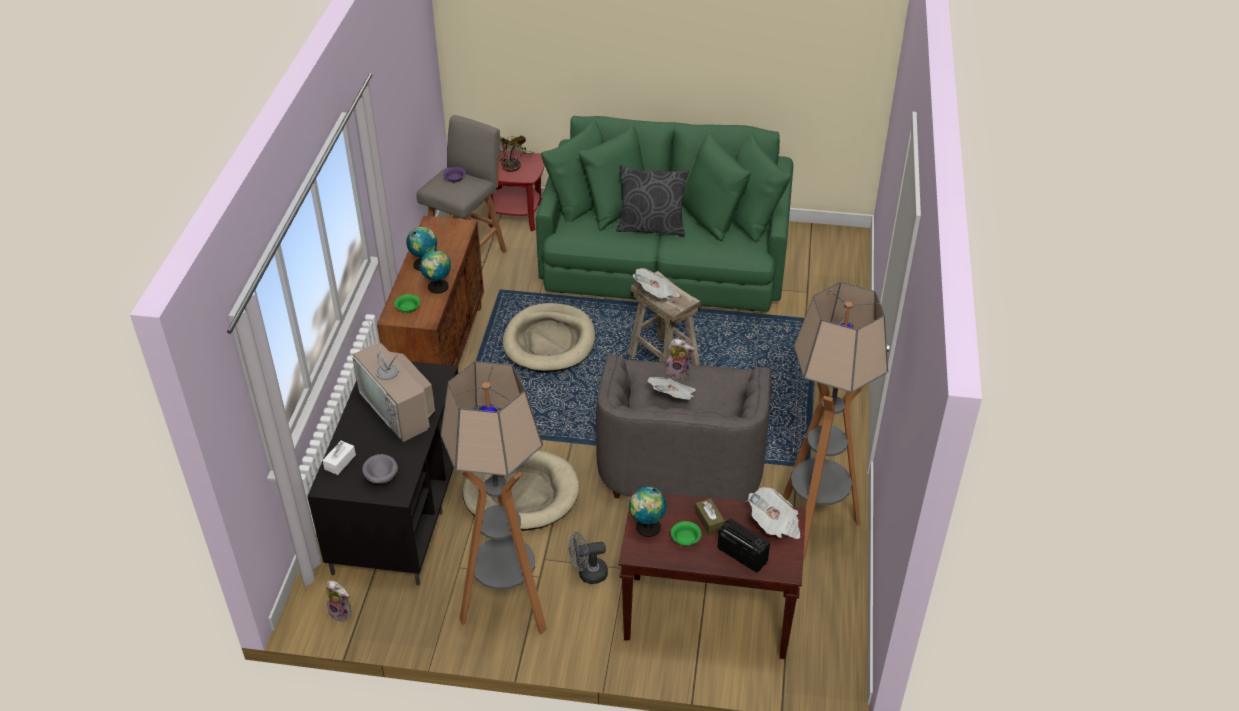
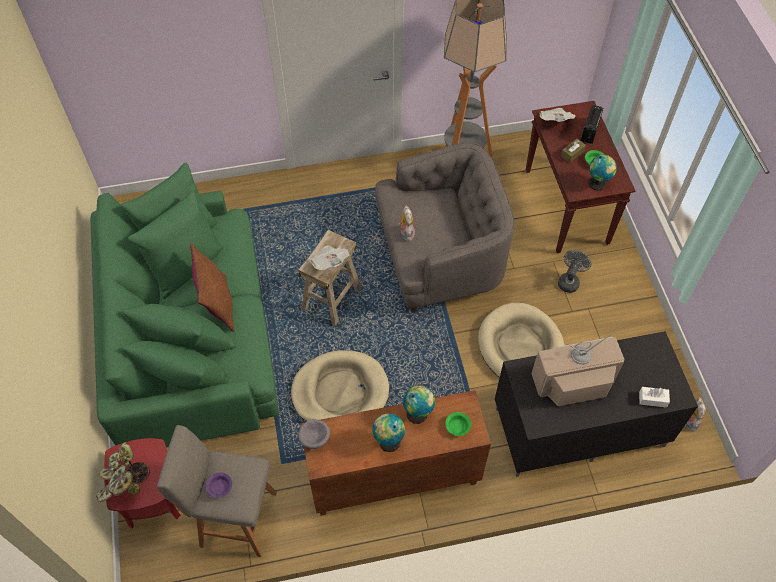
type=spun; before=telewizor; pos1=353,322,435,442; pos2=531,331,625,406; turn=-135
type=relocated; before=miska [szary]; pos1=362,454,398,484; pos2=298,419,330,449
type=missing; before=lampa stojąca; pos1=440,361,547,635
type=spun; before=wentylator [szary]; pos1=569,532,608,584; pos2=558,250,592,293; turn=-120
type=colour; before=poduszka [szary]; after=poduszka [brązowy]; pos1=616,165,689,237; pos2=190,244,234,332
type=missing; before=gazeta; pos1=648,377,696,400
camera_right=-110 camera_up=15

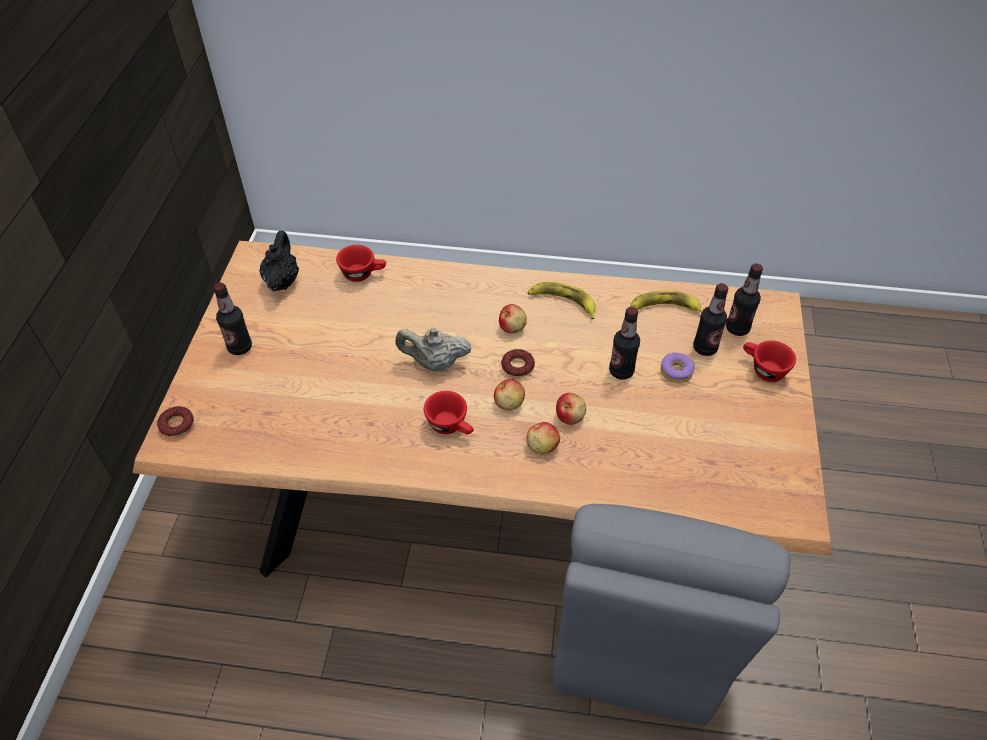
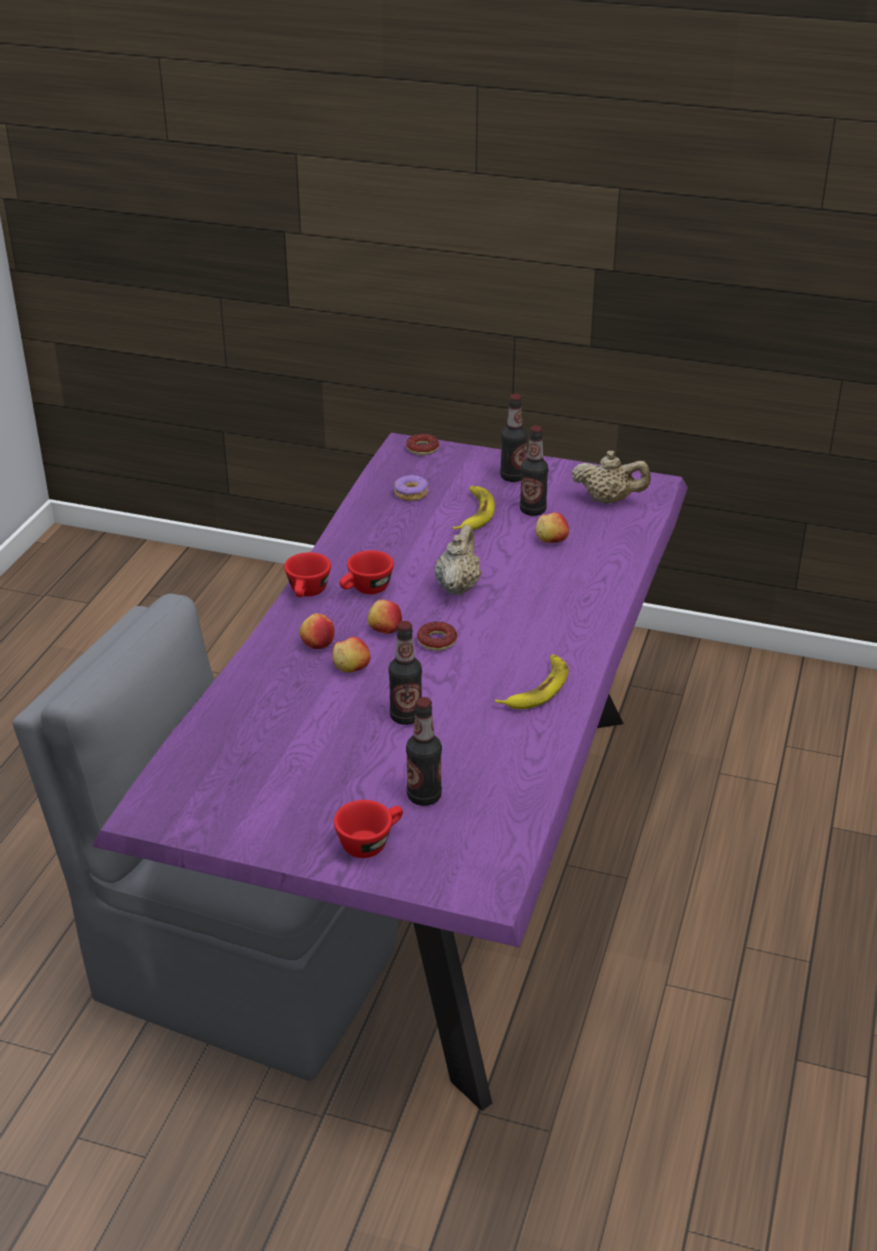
type=colour; before=stół jadalny [brązowy]; after=stół jadalny [fioletowy]; pos1=132,241,832,577; pos2=92,433,688,1111
type=colour; before=imbryk [czarny]; after=imbryk [beżowy]; pos1=259,231,299,292; pos2=572,451,651,503
type=relocated; before=filiżanka [czerwony]; pos1=336,245,386,282; pos2=284,552,331,597
type=relocated; before=jabłko; pos1=499,304,527,333; pos2=536,512,569,543
type=relocated; before=banan; pos1=630,290,703,313; pos2=453,486,495,530
type=relocated; before=donut; pos1=661,353,695,383; pos2=394,475,428,501
type=relocated; before=butelka; pos1=726,264,763,336; pos2=520,425,548,516
camera_right=100 camera_up=-15

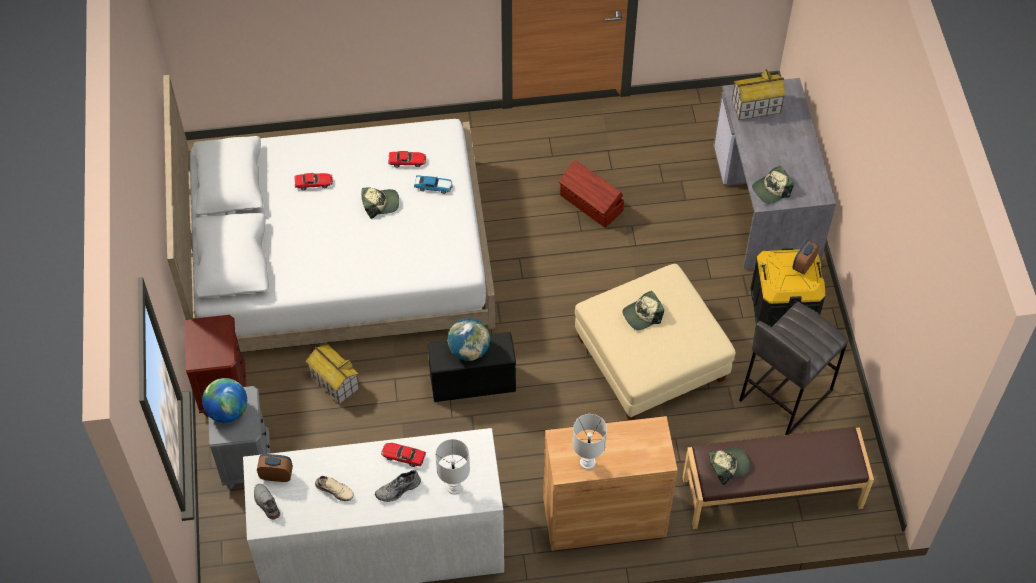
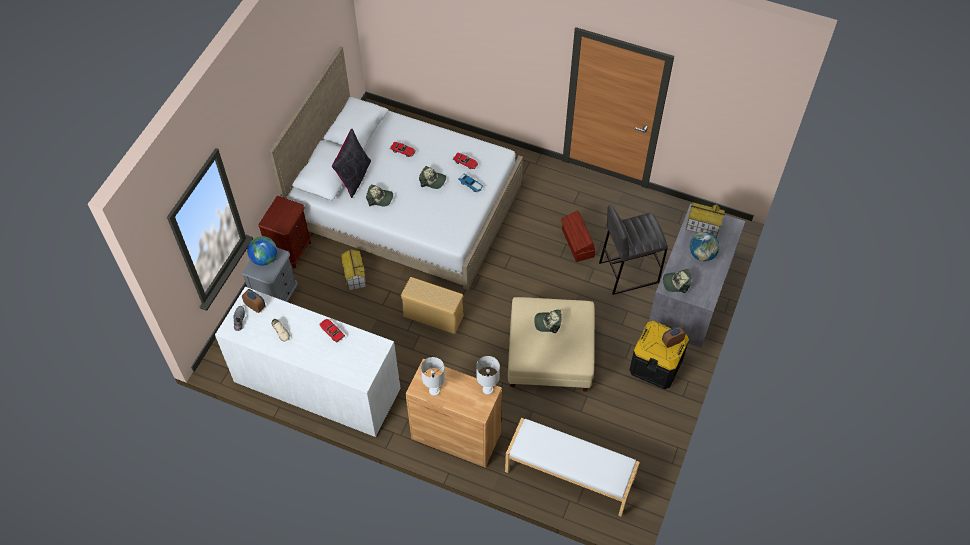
type=missing; before=but [szary]; pos1=375,470,421,502
type=colour; before=pojemnik do przechowywania [czarny]; after=pojemnik do przechowywania [beżowy]; pos1=427,332,516,402; pos2=401,277,464,334
type=relocated; before=lampa stołowa [biały]; pos1=435,439,470,495; pos2=476,356,500,395
type=relocated; before=globus; pos1=448,318,490,361; pos2=690,232,720,261
type=colour; before=ławka [brązowy]; after=ławka [biały]; pos1=682,427,874,529; pos2=505,418,640,517
type=relocated; before=czapka z daszkiem; pos1=708,447,750,485; pos2=366,185,393,206
type=relocated; before=stołek [szary]; pos1=739,302,849,435; pos2=599,205,668,295
type=appeared; after=poduszka [czarny]; pos2=332,129,371,198
camera_right=30 camera_up=0

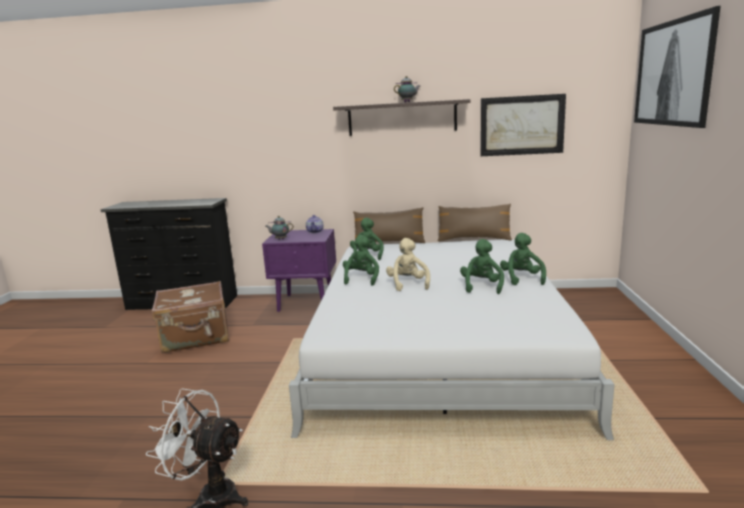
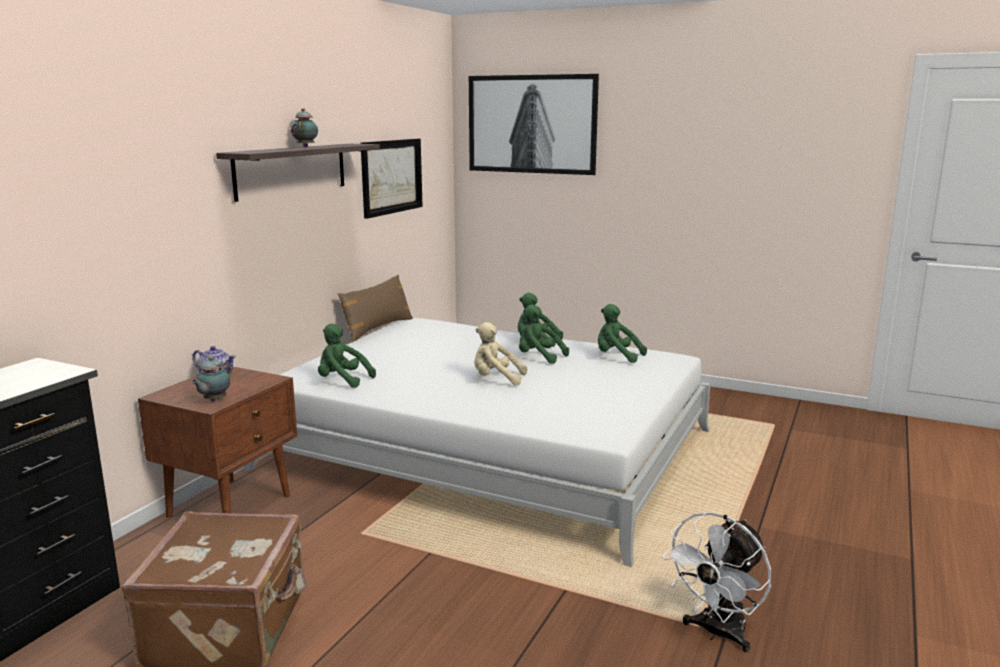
type=colour; before=szafka nocna [fioletowy]; after=szafka nocna [brązowy]; pos1=262,229,336,312; pos2=138,367,297,518
type=relocated; before=pluszak [zielony]; pos1=343,235,379,286; pos2=598,304,647,363
type=missing; before=poduszka [brązowy]; pos1=353,207,426,243
camera_right=-70 camera_up=0

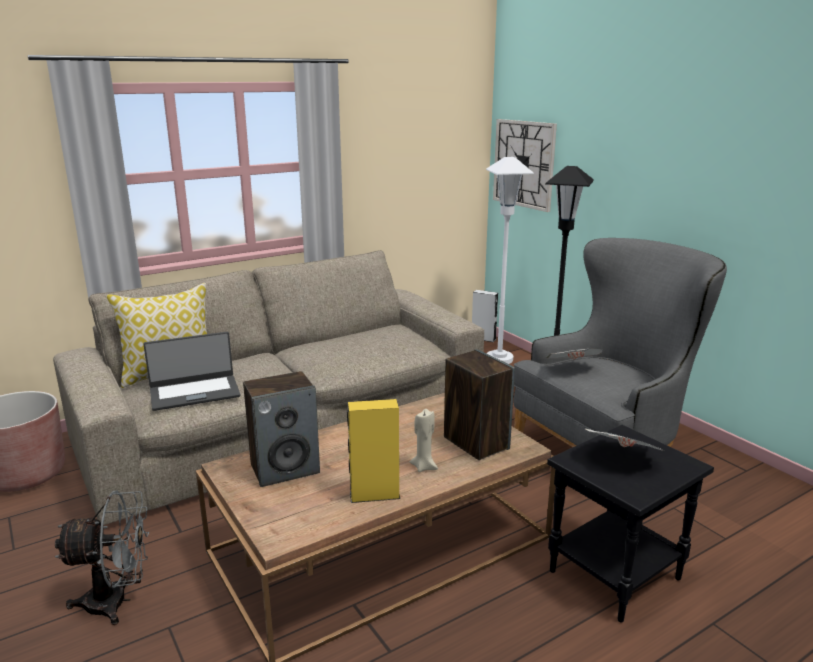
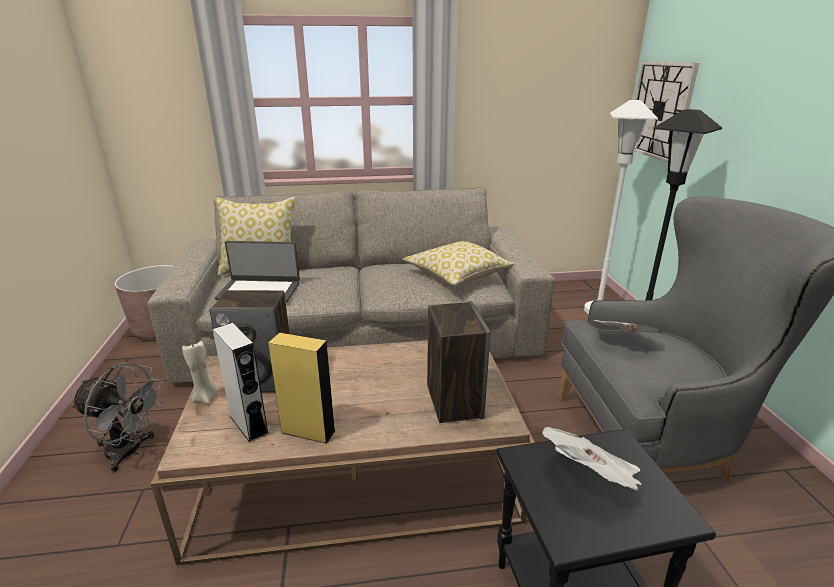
type=relocated; before=świeca [beżowy]; pos1=410,409,438,472; pos2=182,341,217,404
type=relocated; before=głośnik [szary]; pos1=472,290,498,342; pos2=213,323,269,443
type=appeared; after=poduszka; pos2=403,241,515,286
camera_right=25 camera_up=5

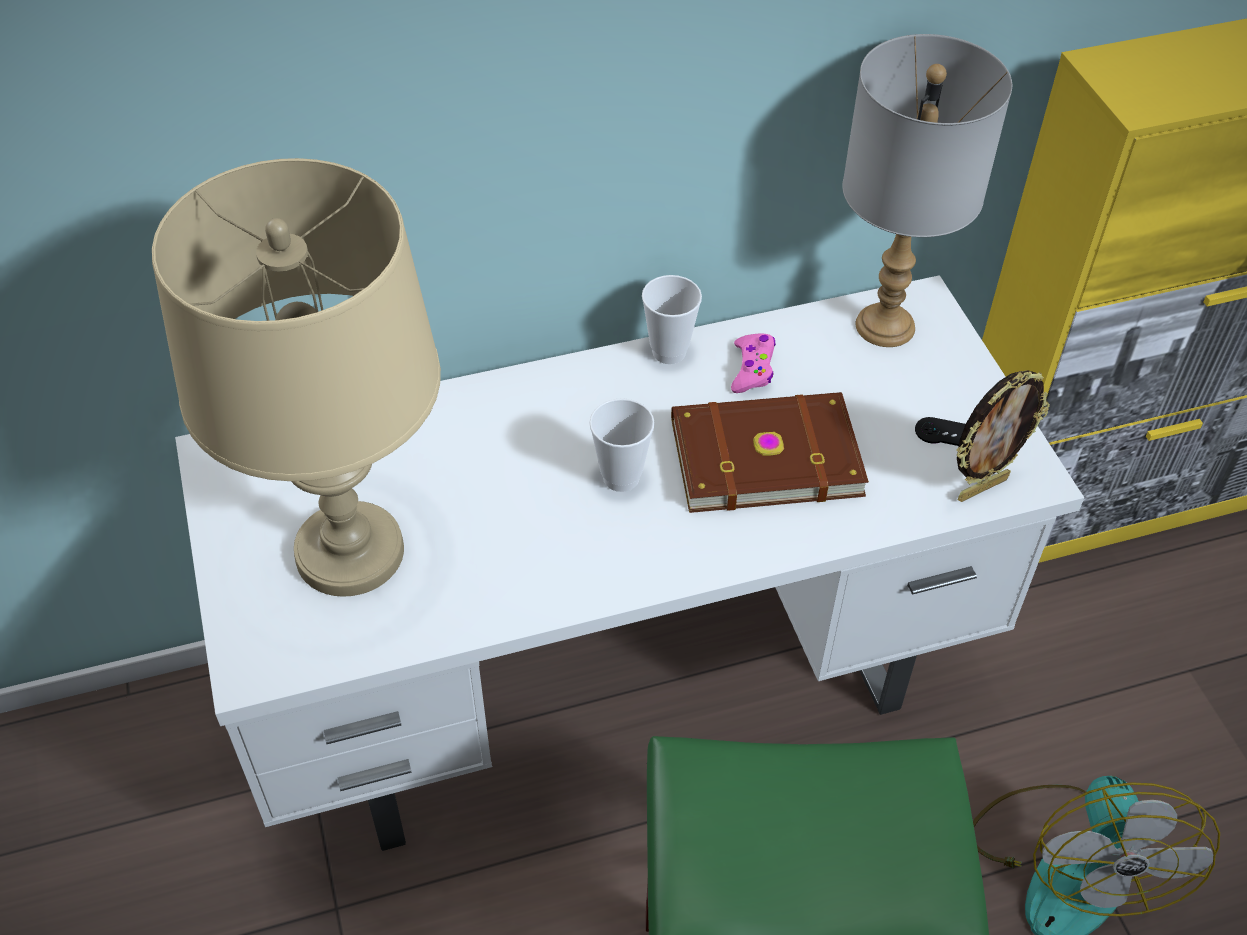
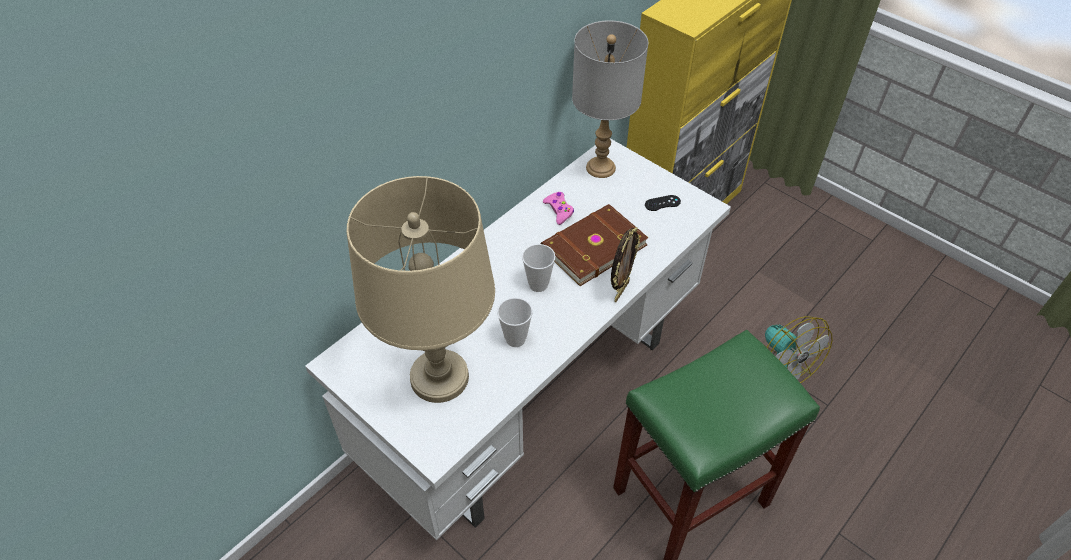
type=relocated; before=filiżanka; pos1=642,275,702,364; pos2=497,298,533,347
type=relocated; before=ramka na zdjęcie; pos1=956,370,1050,502; pos2=611,227,640,302
camera_right=-30 camera_up=0

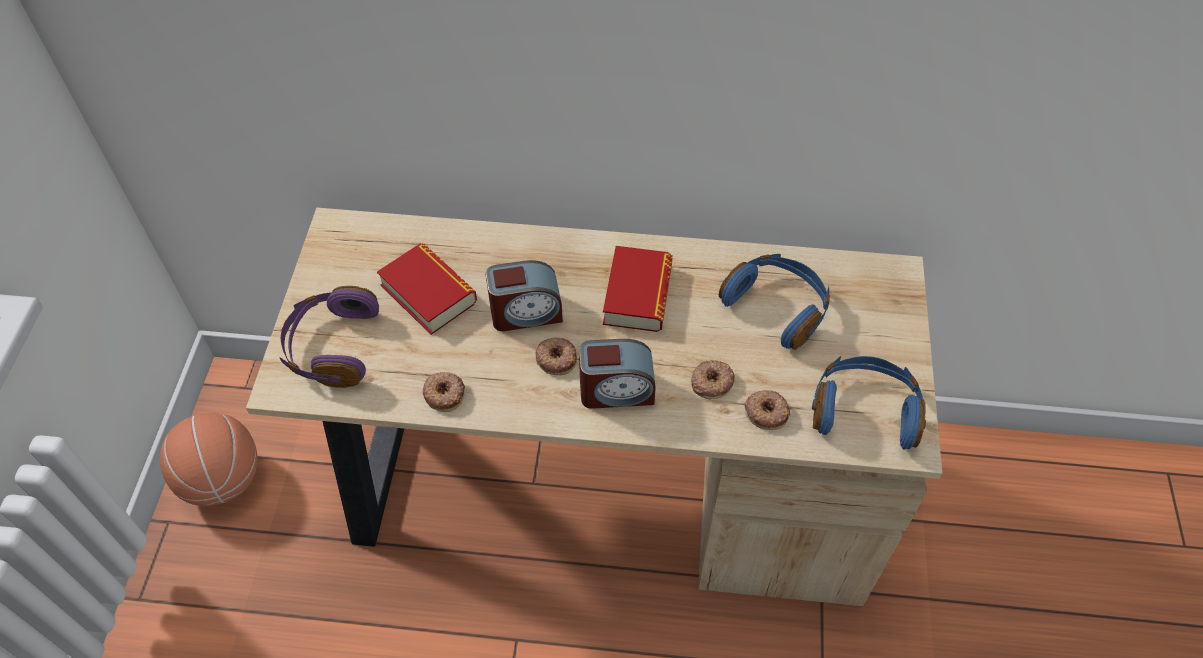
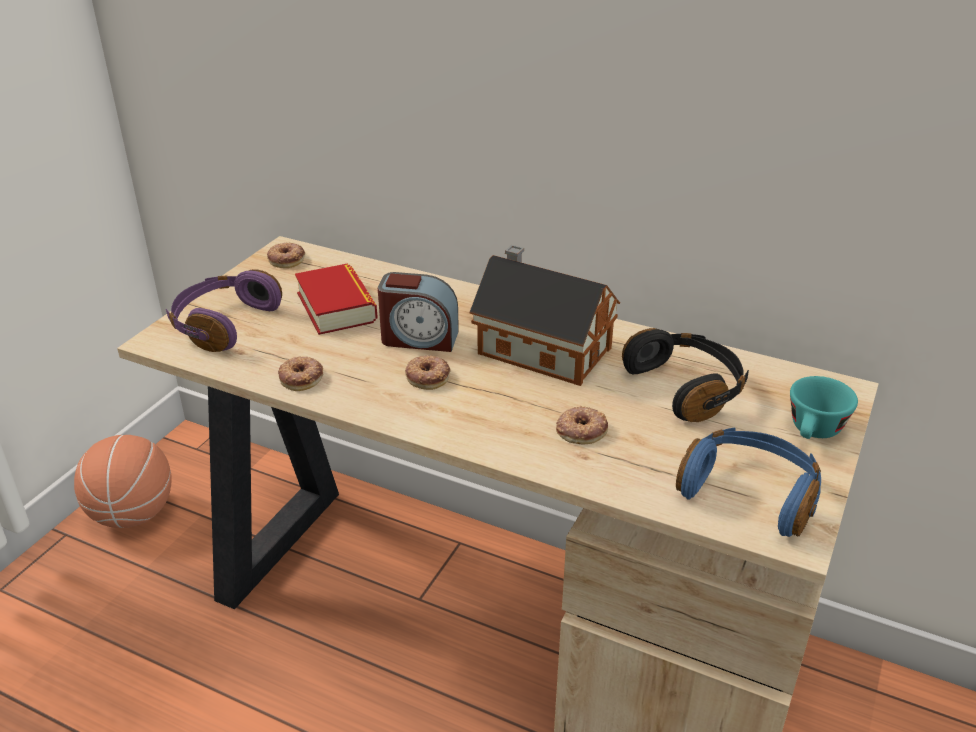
type=missing; before=budzik; pos1=579,339,656,409
type=exchanged; before=książka; after=domek; pos1=603,246,673,332; pos2=469,245,620,386
type=colour; before=słuchawki [niebieski]; after=słuchawki [czarny]; pos1=719,254,830,350; pos2=622,328,749,422
type=relocated; before=donut; pos1=745,390,790,430; pos2=267,242,305,268
type=appeared; after=filiżanka [turkusowy]; pos2=790,376,858,439
camera_right=20 camera_up=-20

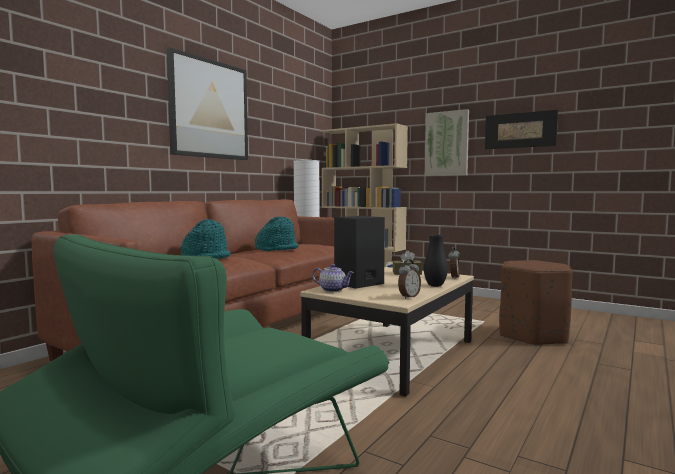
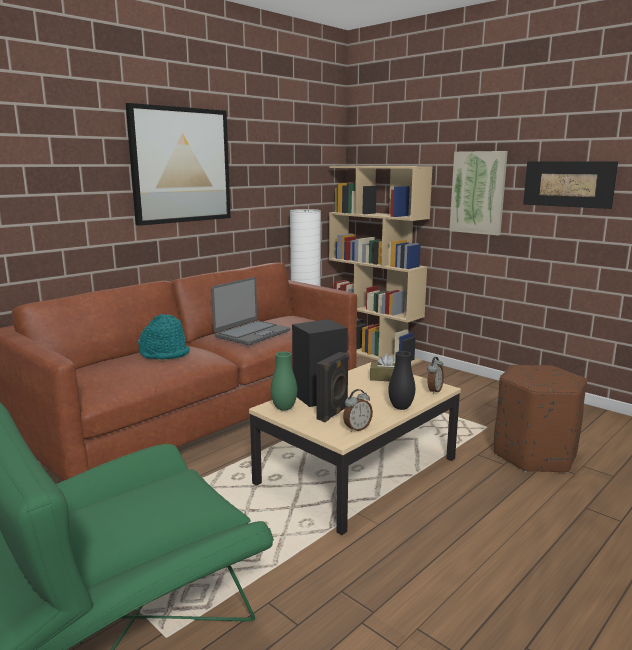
type=exchanged; before=kapelusz [turkusowy]; after=laptop; pos1=255,216,298,251; pos2=211,277,290,345
type=exchanged; before=imbryk; after=wazon [zielony]; pos1=312,264,354,292; pos2=271,352,297,411
type=appeared; after=głośnik [czarny]; pos2=317,352,349,422
camera_right=10 camera_up=10

